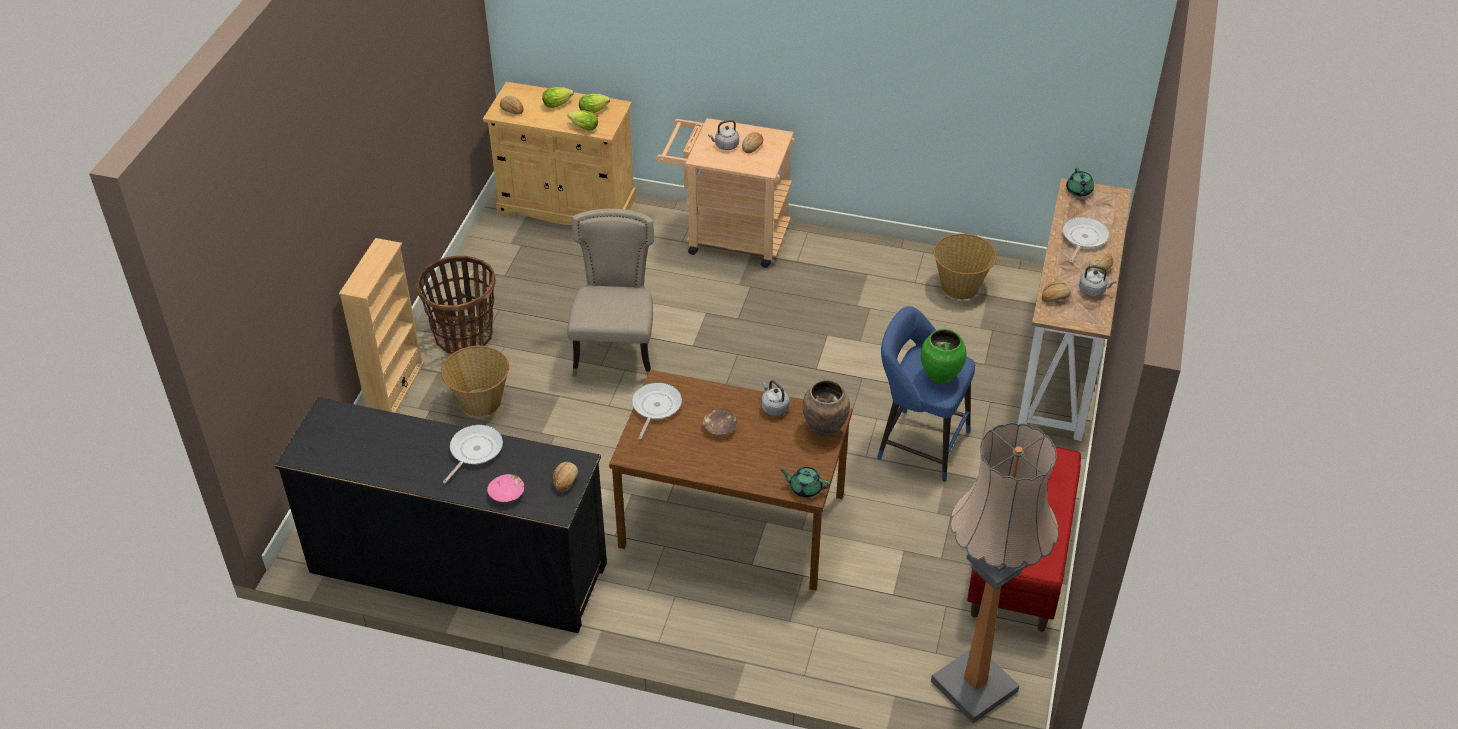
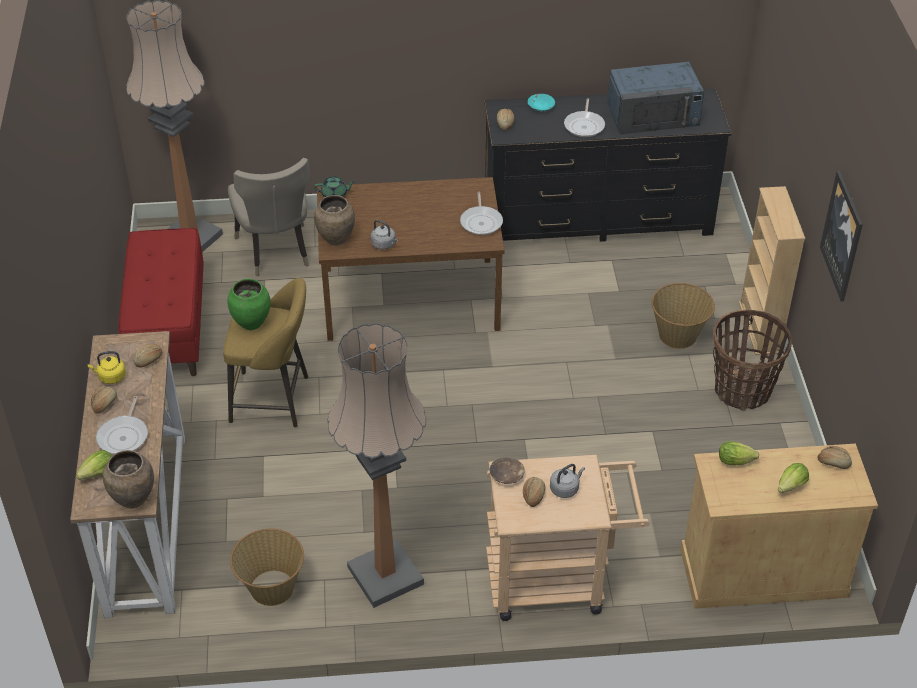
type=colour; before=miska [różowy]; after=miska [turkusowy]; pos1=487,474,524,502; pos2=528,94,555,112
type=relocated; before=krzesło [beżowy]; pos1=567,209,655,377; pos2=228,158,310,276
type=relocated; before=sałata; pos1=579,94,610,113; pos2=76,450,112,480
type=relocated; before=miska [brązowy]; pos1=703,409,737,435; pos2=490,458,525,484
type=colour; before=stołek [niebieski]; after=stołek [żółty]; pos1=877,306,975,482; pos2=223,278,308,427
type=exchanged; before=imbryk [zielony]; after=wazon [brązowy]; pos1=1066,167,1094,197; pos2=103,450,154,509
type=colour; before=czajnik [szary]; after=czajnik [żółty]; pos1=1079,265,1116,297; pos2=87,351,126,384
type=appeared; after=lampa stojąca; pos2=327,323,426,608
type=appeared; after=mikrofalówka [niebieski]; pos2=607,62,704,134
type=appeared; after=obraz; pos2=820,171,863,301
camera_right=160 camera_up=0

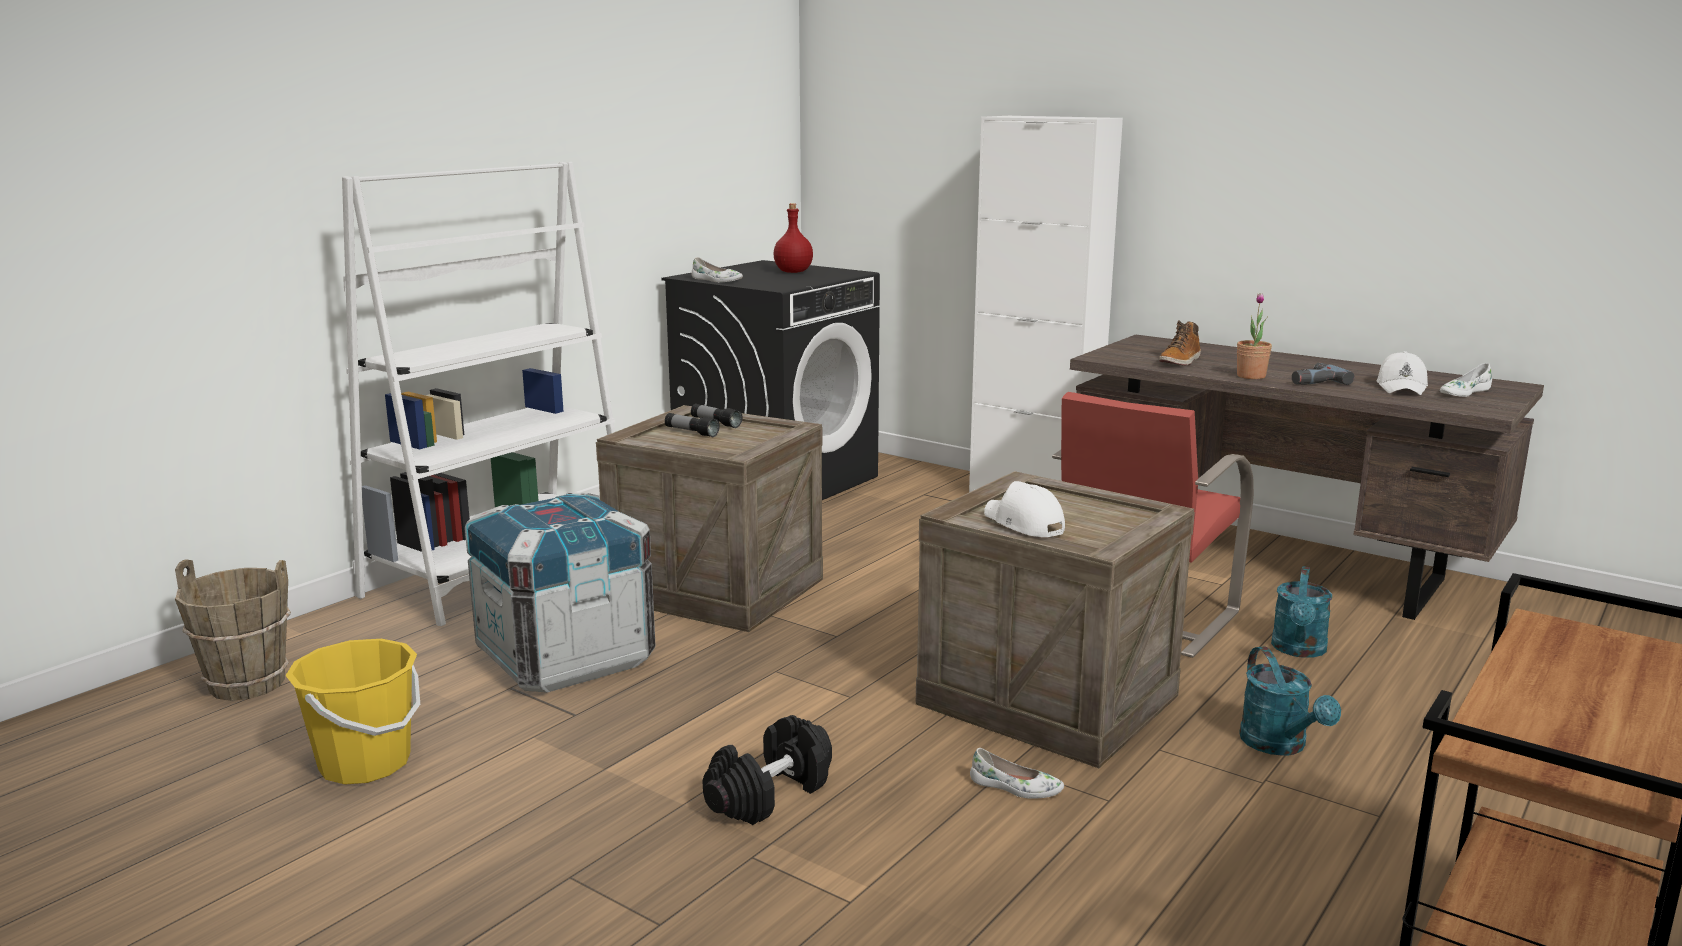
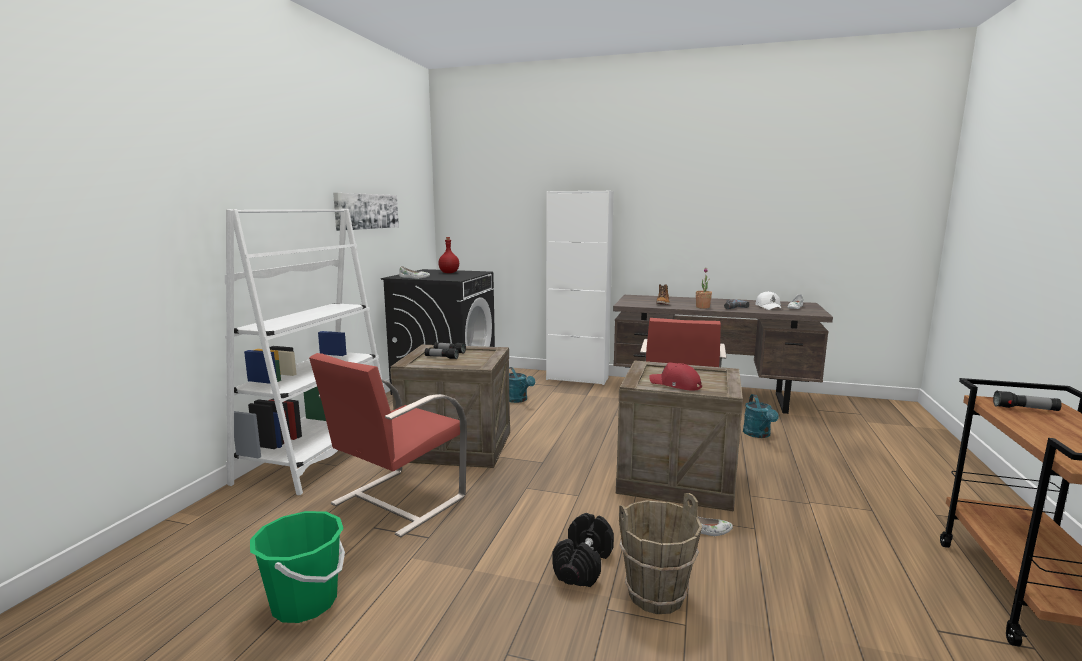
type=relocated; before=wiadro [brązowy]; pos1=175,559,291,701; pos2=619,493,702,614
type=colour; before=wiadro [żółty]; after=wiadro [zielony]; pos1=285,639,420,784; pos2=250,511,345,623
type=exchanged; before=skrzynka; after=krzesło [czerwony]; pos1=465,492,656,693; pos2=309,353,467,537
type=colour; before=czapka z daszkiem [biały]; after=czapka z daszkiem [czerwony]; pos1=984,481,1065,537; pos2=649,363,702,391
type=relocated; before=konewka [turkusowy]; pos1=1239,646,1341,756; pos2=509,367,535,403
type=appeared; after=obraz; pos2=333,193,399,231
type=appeared; after=latarka; pos2=993,390,1062,411
camera_right=-20 camera_up=-5

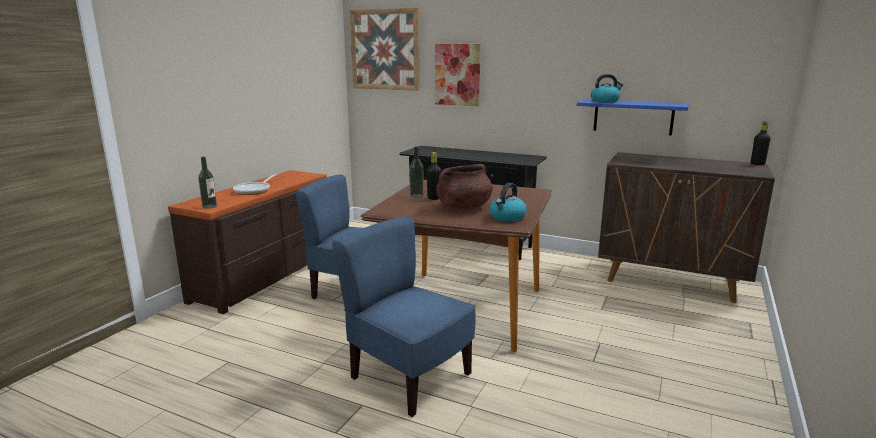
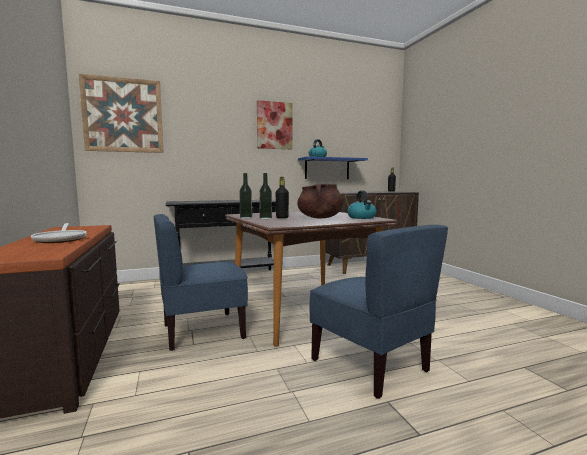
type=relocated; before=butelka; pos1=198,157,217,209; pos2=239,173,252,219
type=spun; before=krzesło [niebieski]; pos1=332,217,476,417; pos2=309,225,448,399; turn=-120
type=relocated; before=obraz; pos1=435,44,481,106; pos2=257,100,293,149
camera_right=-45 camera_up=-10

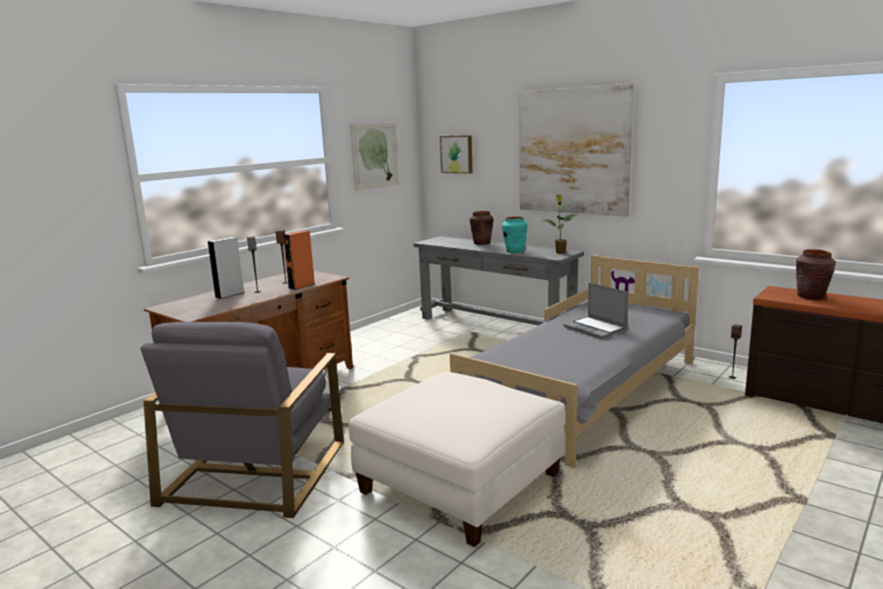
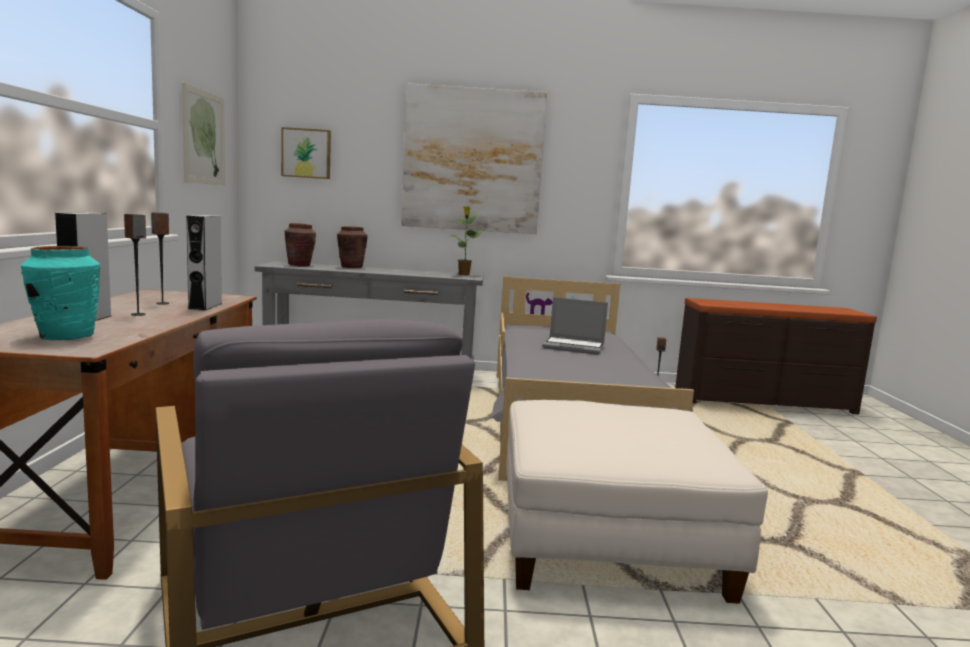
type=colour; before=głośnik [pomarańczowy]; after=głośnik [szary]; pos1=283,230,315,290; pos2=186,215,222,311
type=relocated; before=wazon [turkusowy]; pos1=502,216,528,253; pos2=21,246,101,340
type=relocated; before=wazon [brązowy]; pos1=796,249,836,300; pos2=285,223,316,267
camera_right=-40 camera_up=-5

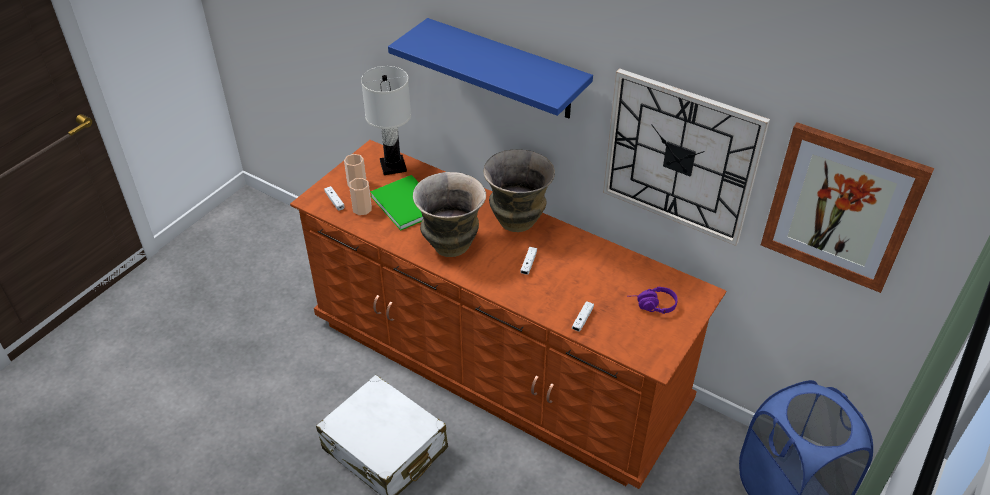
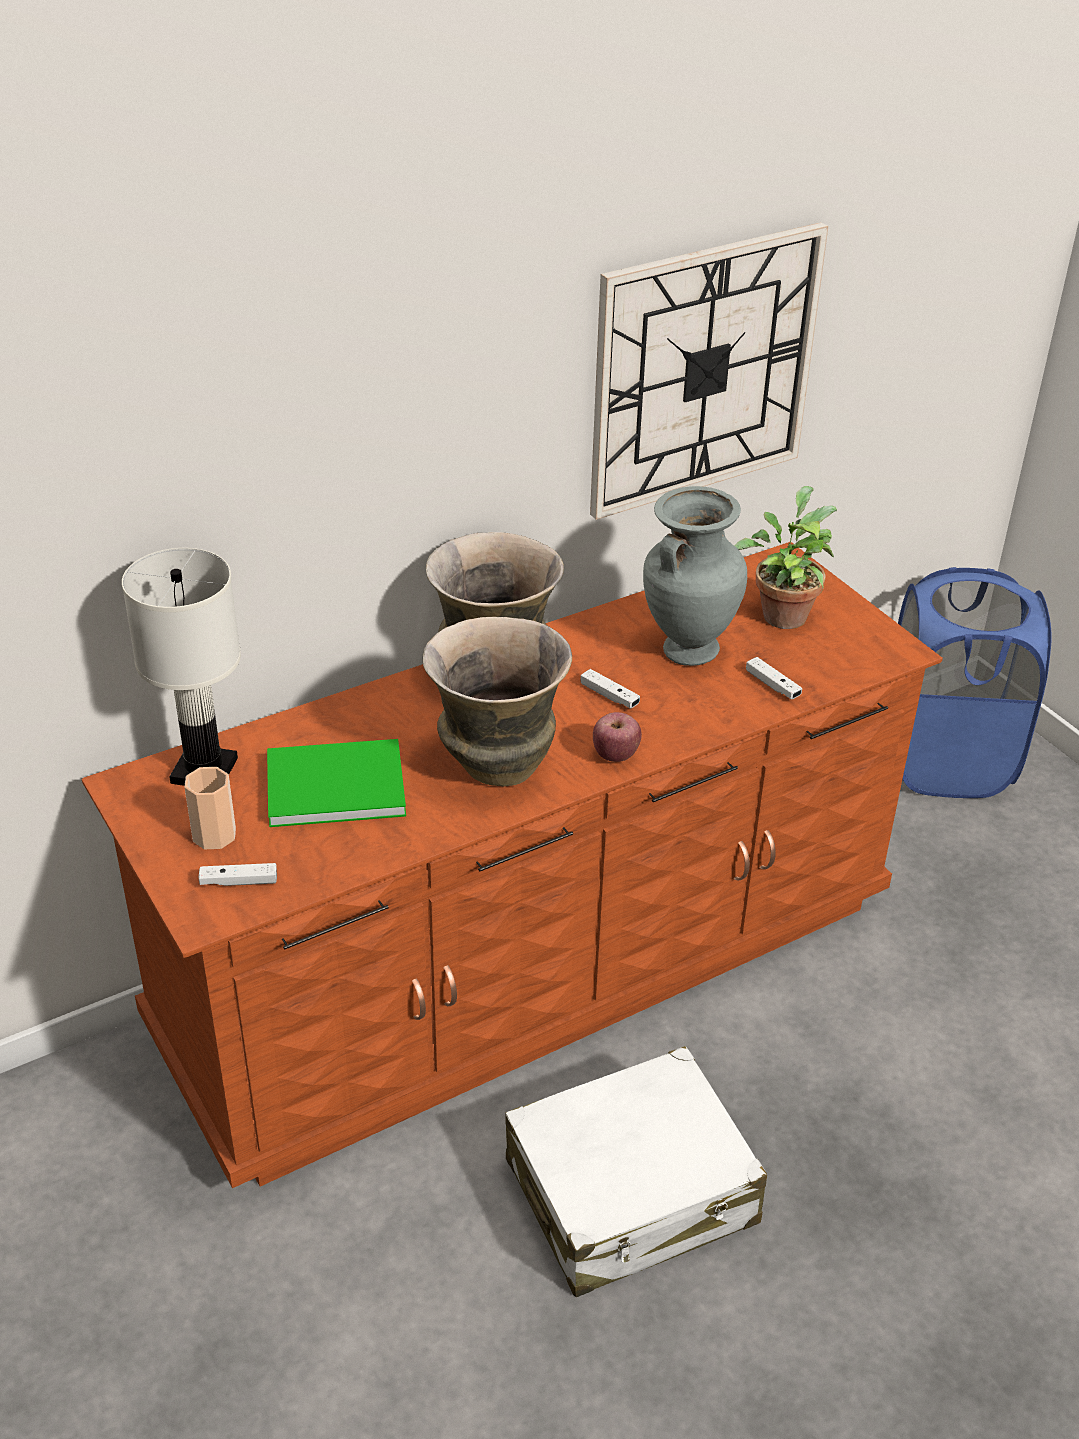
type=missing; before=filiżanka; pos1=349,178,372,215
type=missing; before=półka [niebieski]; pos1=388,18,593,119
type=exchanged; before=słuchawki [fioletowy]; after=roślina doniczkowa; pos1=627,287,678,314; pos2=734,486,837,629
type=missing; before=obraz; pos1=761,122,934,293
type=appeared; after=jabłko; pos2=593,712,642,762
type=appeared; after=wazon [szary]; pos2=643,486,747,666
camera_right=-65 camera_up=-5

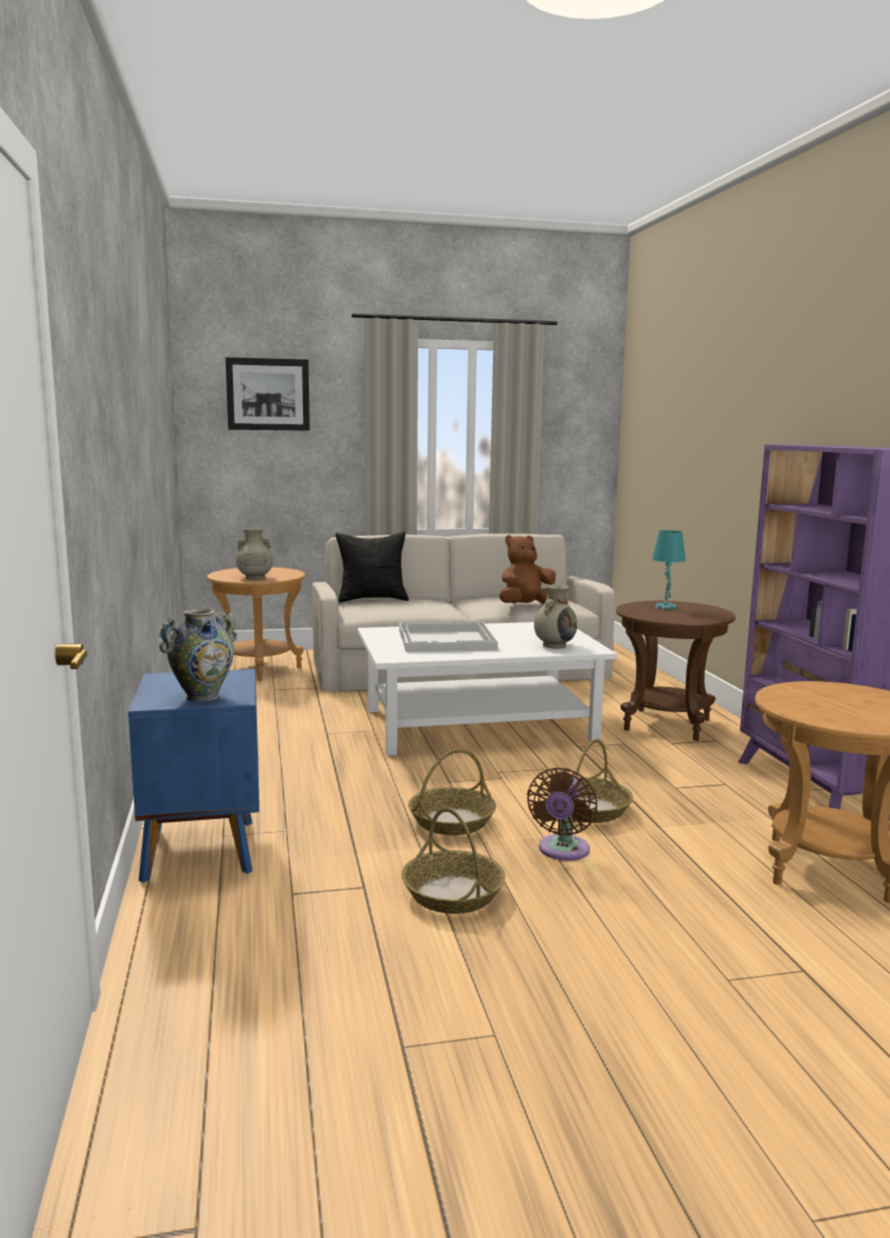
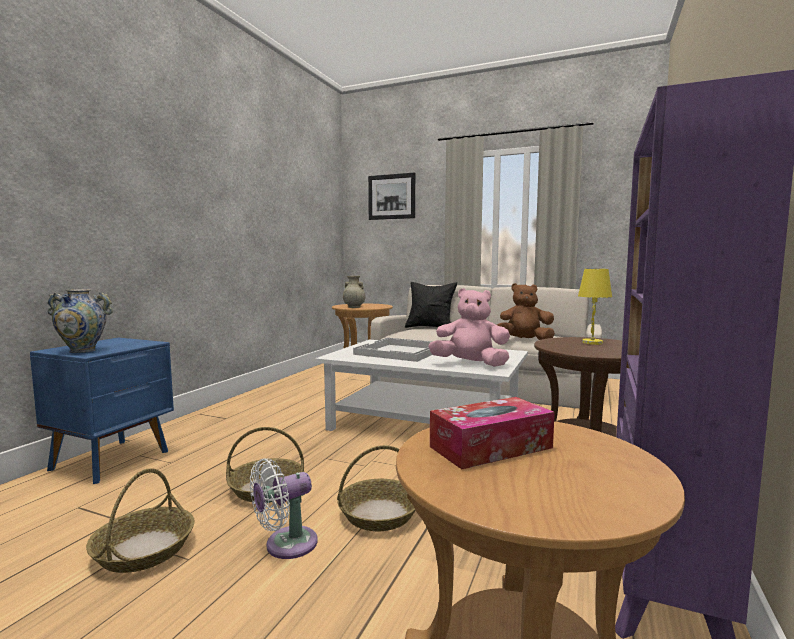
type=colour; before=wentylator [brązowy]; after=wentylator [biały]; pos1=527,768,597,861; pos2=250,458,318,559
type=exchanged; before=wazon [beżowy]; after=pluszak [różowy]; pos1=534,585,577,648; pos2=428,288,510,367
type=colour; before=lampa stołowa [turkusowy]; after=lampa stołowa [żółty]; pos1=652,530,686,610; pos2=578,269,612,345
type=appeared; after=pudełko chusteczek; pos2=430,397,555,469
camera_right=35 camera_up=-5

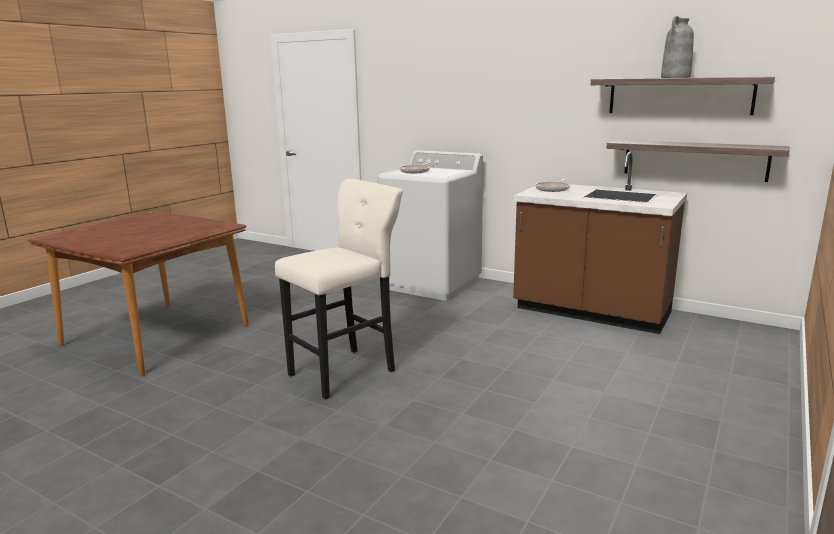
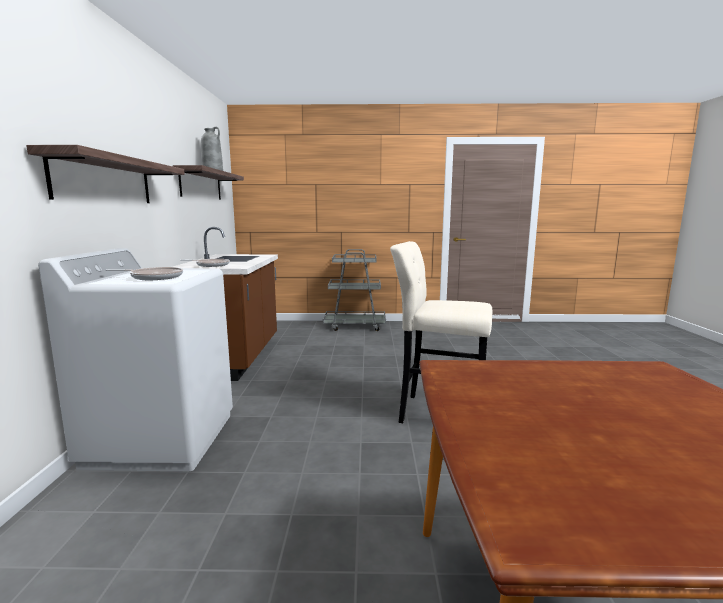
type=relocated; before=półka; pos1=606,140,790,182; pos2=26,145,185,203
type=appeared; after=wózek [szary]; pos2=323,249,386,331
camera_right=-120 camera_up=-5

